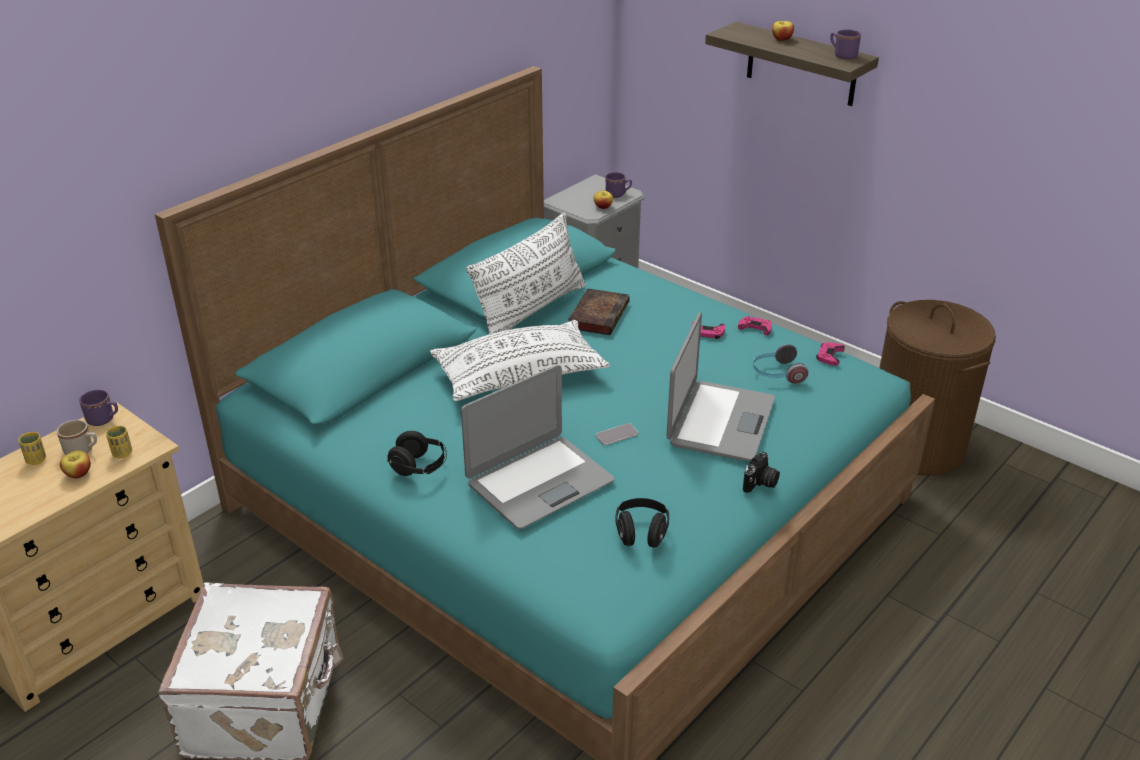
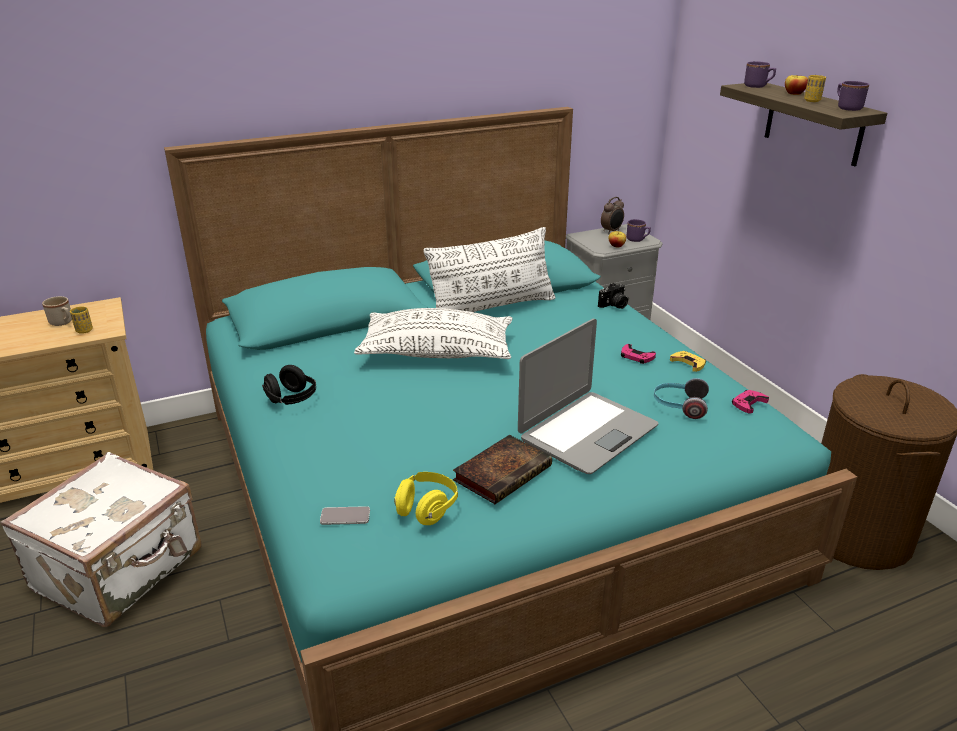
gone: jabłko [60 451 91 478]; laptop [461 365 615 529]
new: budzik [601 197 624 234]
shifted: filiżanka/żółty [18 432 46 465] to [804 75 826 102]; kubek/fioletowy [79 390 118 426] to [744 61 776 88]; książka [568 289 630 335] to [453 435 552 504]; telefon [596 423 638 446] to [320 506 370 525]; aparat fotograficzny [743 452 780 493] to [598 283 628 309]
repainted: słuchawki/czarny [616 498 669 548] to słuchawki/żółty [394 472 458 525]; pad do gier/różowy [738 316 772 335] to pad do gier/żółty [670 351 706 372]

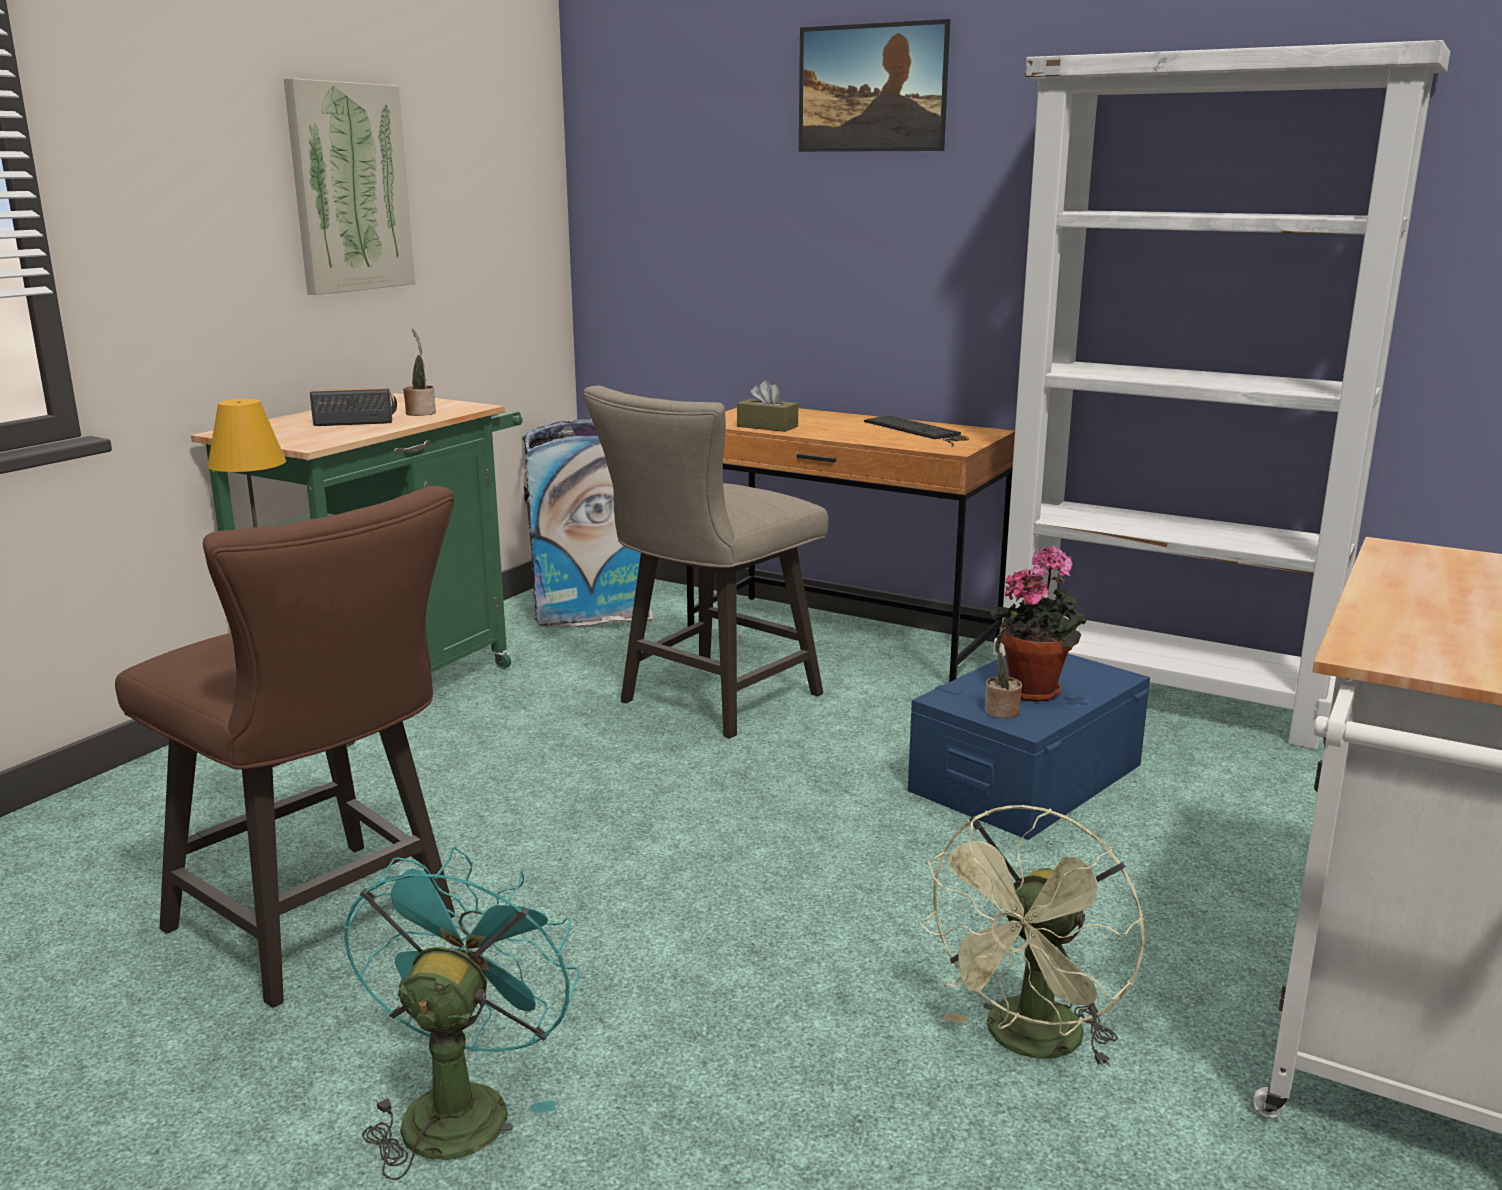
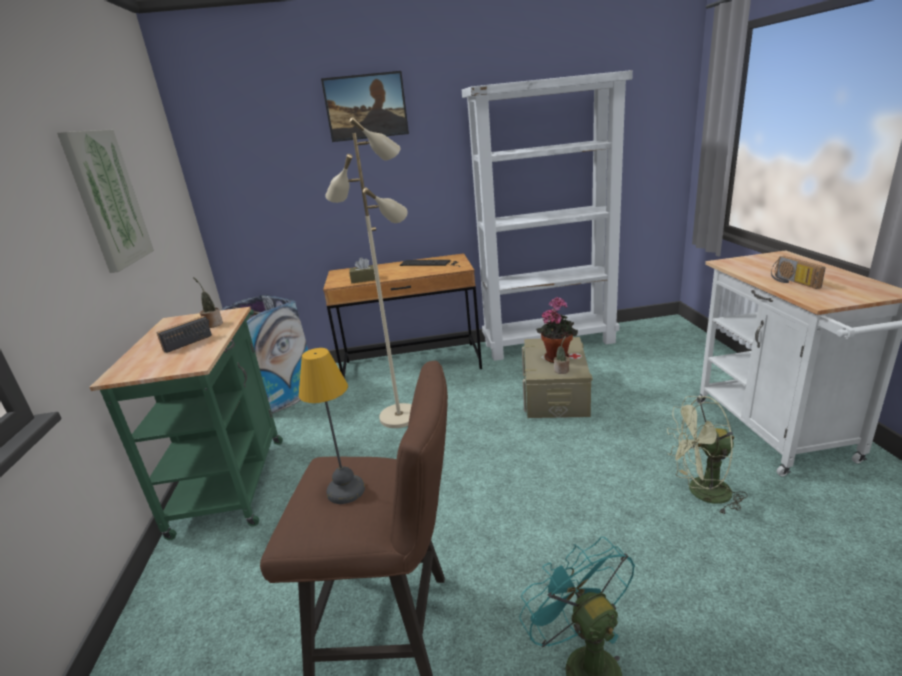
new: radio [771 256 826 289]
swapped: stołek/beżowy [583 385 829 739] to lampa stojąca/beżowy [325 117 412 428]
repainted: pojemnik do przechowywania/niebieski [908 654 1150 840] to pojemnik do przechowywania/beżowy [522 337 593 418]
rotated: wentylator/zielony [918 805 1145 1069] = [667 396 748 515] 90 degrees clockwise

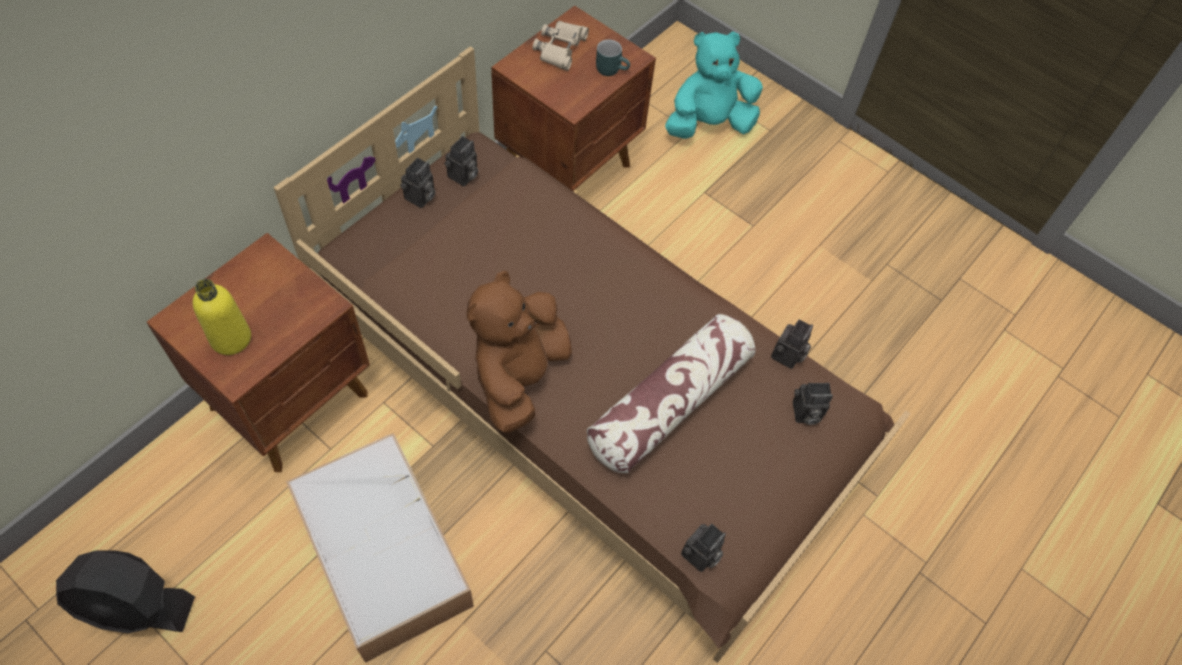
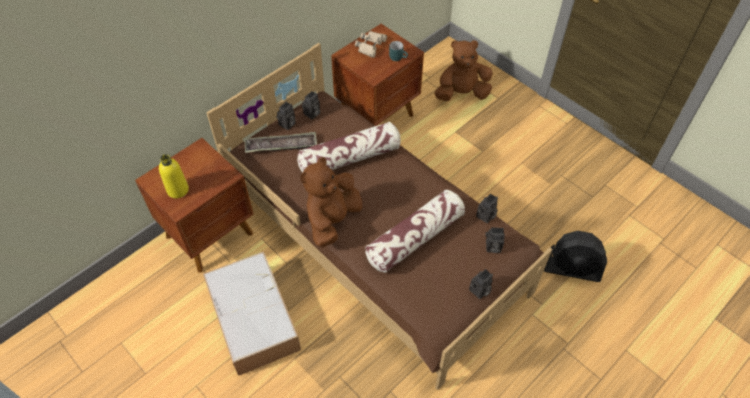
new: taca [244 132 317 153]; poduszka [297 122 401 173]
shifted: wentylator/czarny [56 550 195 633] to [544 231 607 282]; aparat fotograficzny [681 524 726 572] to [469 269 493 299]
repainted: pluszak/turkusowy [665 31 763 139] to pluszak/brązowy [434 40 493 101]

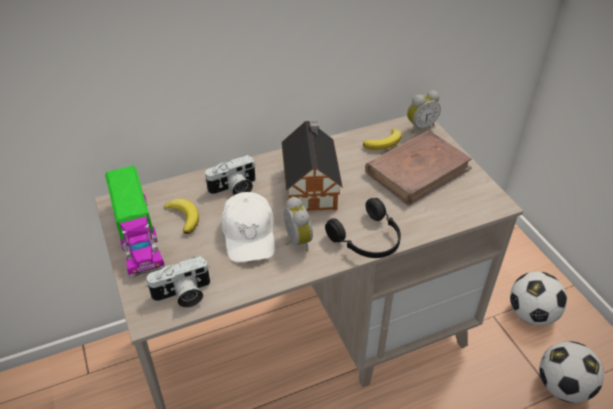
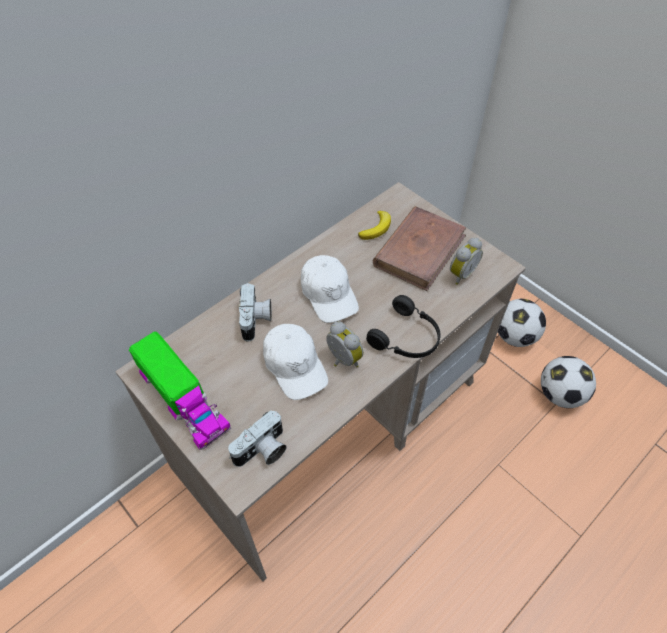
gone: banan [164 198 199 234]
shifted: budzik [407 90 441 133] to [450 238 483 285]
swapped: domek [282 121 343 211] to czapka z daszkiem/biały [301 255 359 323]
rotated: aparat fotograficzny [204 155 256 195] = [239 283 272 342] 45 degrees counterclockwise

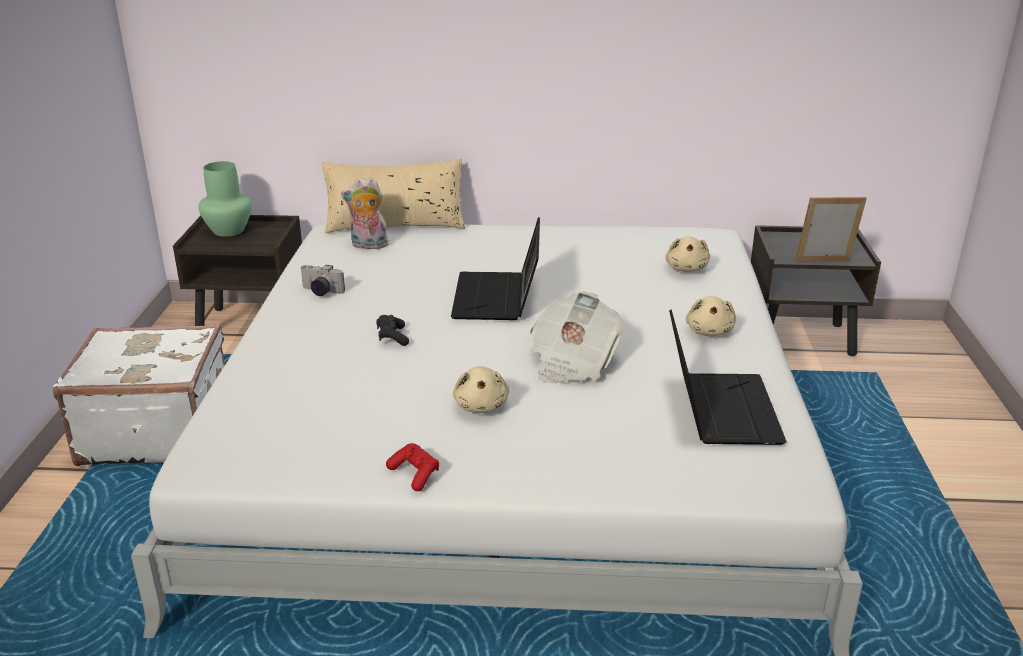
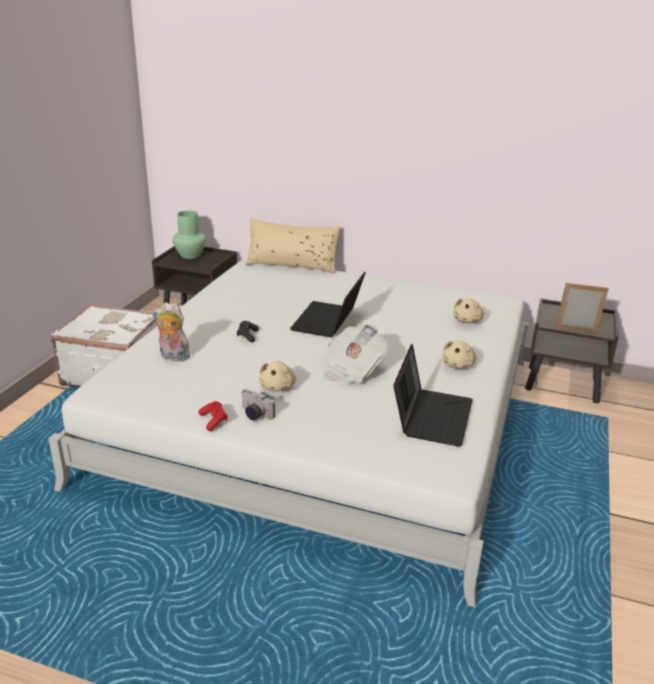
shifted: aparat fotograficzny [301 265 345 296] to [242 389 275 420]; pluszak [341 177 389 249] to [152 302 190 361]

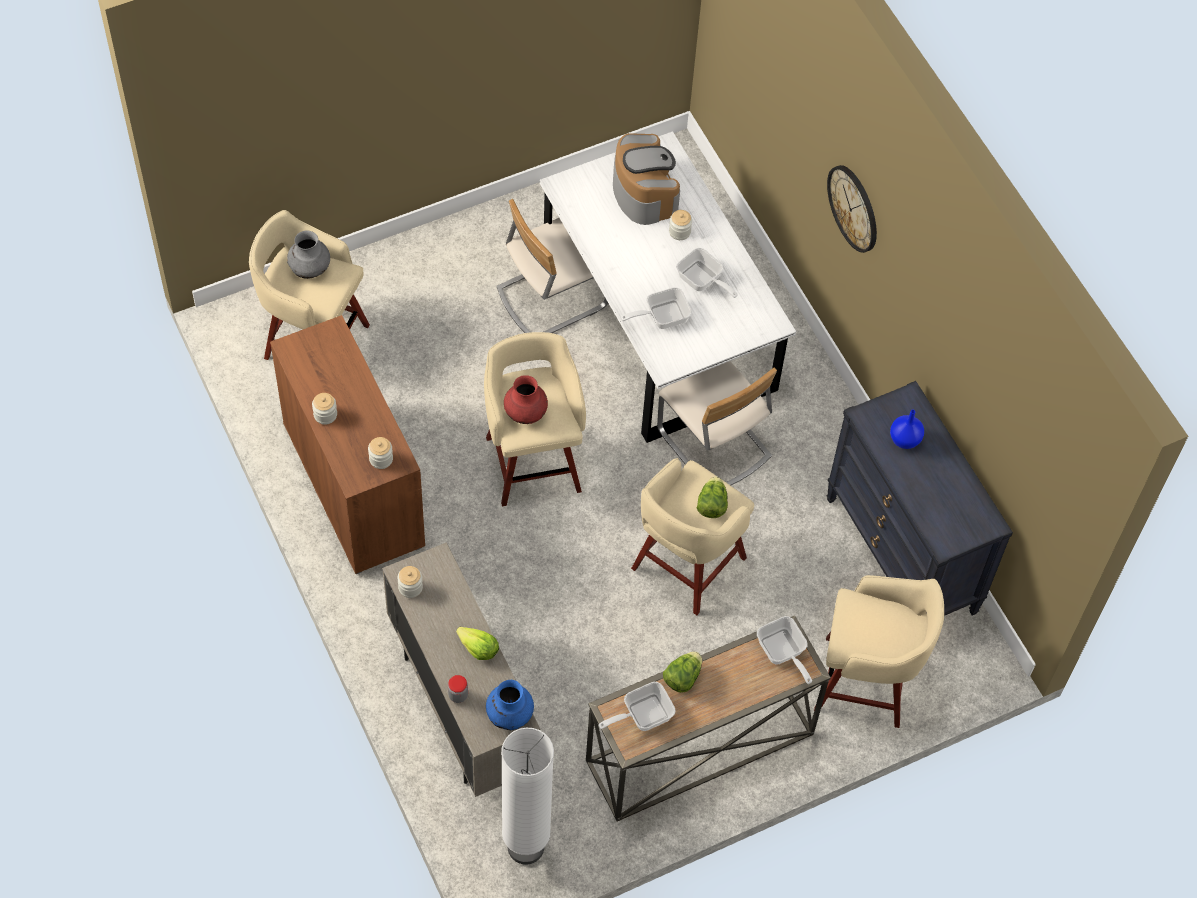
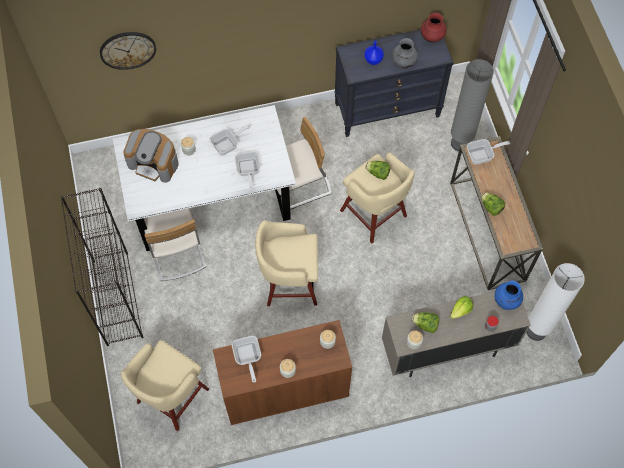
new: regał/czarny [61 188 143 346]; sałata [412 312 439 333]
shifted: wazon/szary [287 230 330 279] to [392 38 418 69]; wazon/czerwony [504 375 548 424] to [421 13 447 42]; patelnia [599 682 676 731] to [232 336 261 383]; zegar ścienny [827 165 877 253] to [100 32 156 70]
swapped: stołek/beżowy [814 575 944 728] to lampa stojąca/szary [451 59 494 151]
rotated: ekspres do kawy [613 133 680 225] = [123 129 179 183] 150 degrees counterclockwise

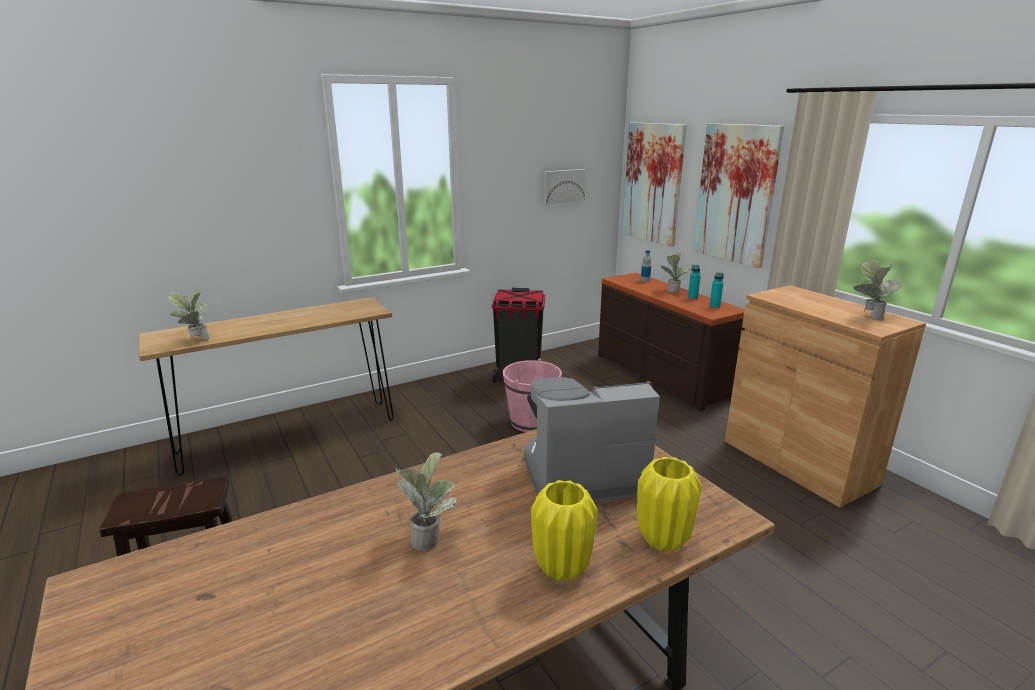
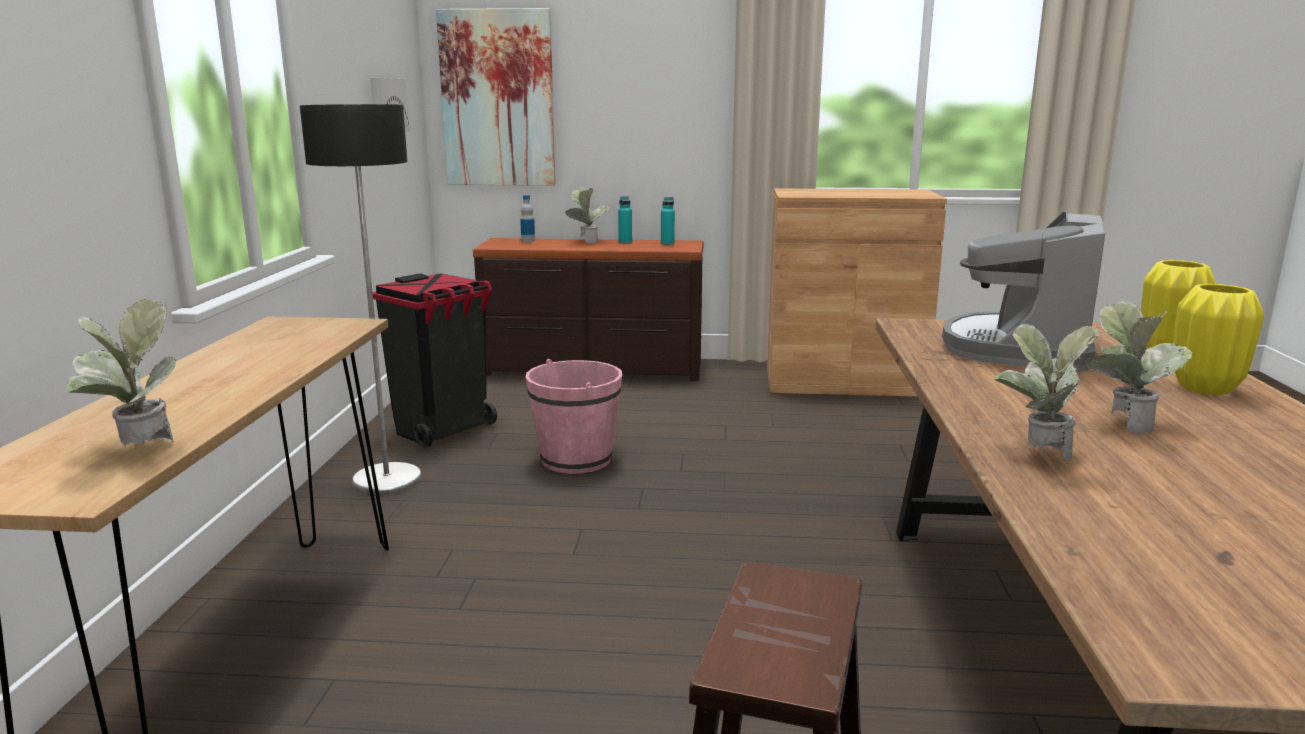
gone: obraz [693 123 784 268]
new: lampa stojąca [300 104 422 495]
shifted: roślina doniczkowa [854 260 903 320] to [994 324 1100 461]

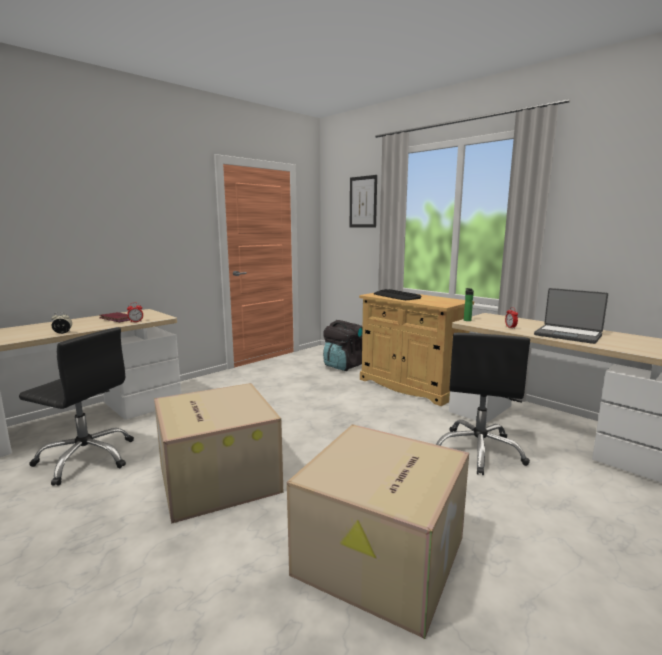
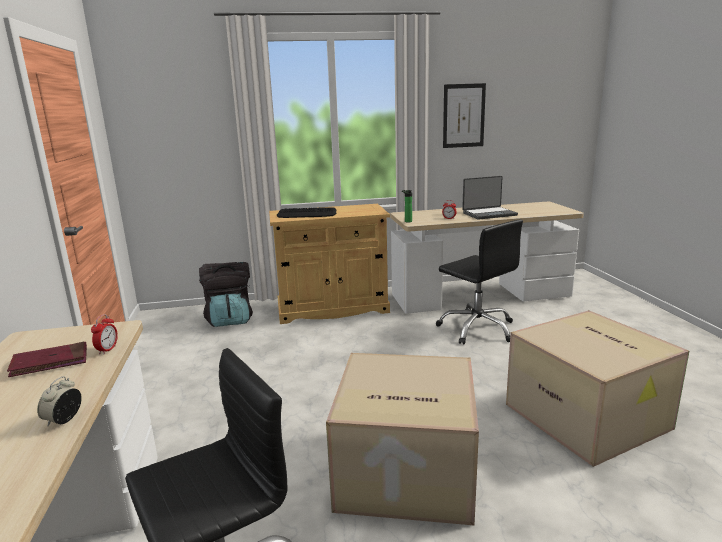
shifted: obraz [350 175 377 228] to [443 83 486 148]

